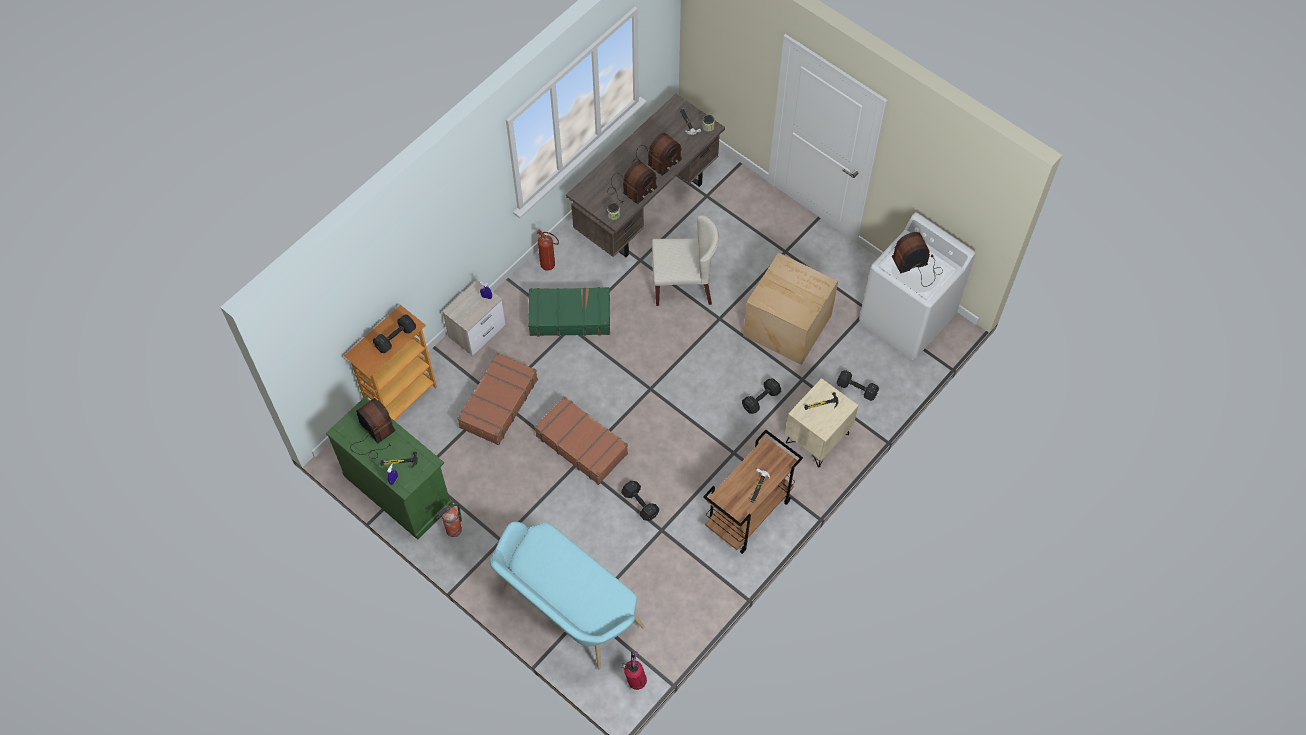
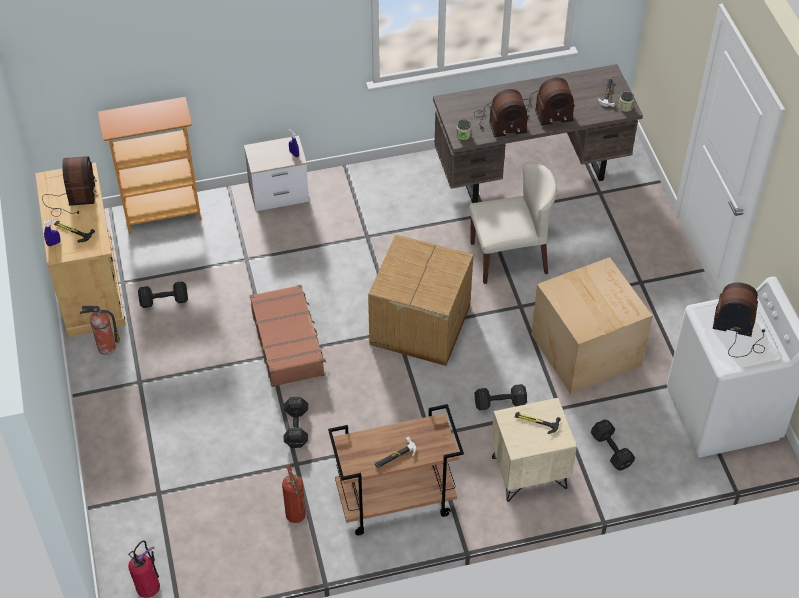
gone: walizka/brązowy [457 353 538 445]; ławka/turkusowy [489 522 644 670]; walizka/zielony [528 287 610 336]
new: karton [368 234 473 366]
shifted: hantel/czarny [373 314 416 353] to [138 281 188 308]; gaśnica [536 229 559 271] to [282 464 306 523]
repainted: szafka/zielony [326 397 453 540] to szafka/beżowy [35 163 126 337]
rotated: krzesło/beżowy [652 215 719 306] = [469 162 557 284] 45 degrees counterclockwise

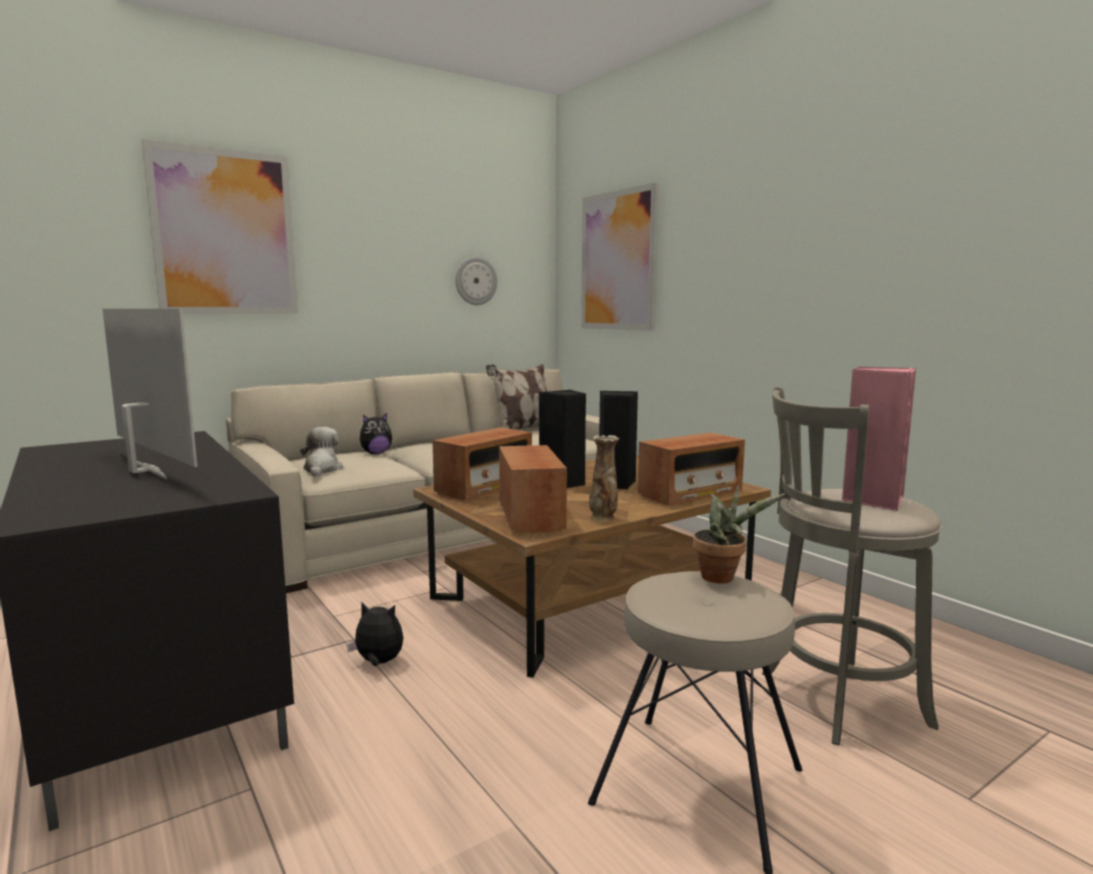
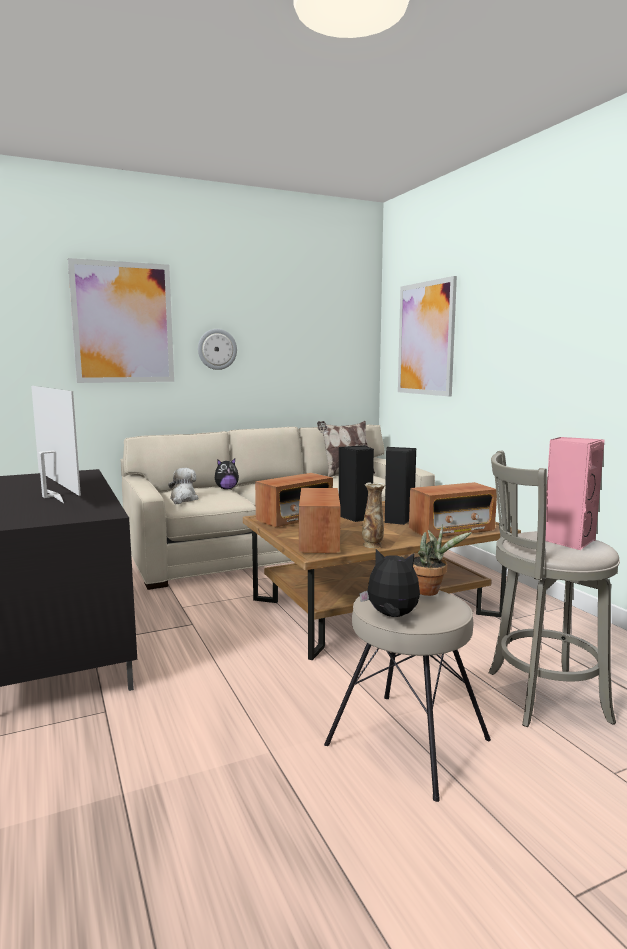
shifted: pluszak [347 603 403 666] to [359 549 420 617]; zegar ścienny [456 257 497 305] to [198 329 237 370]

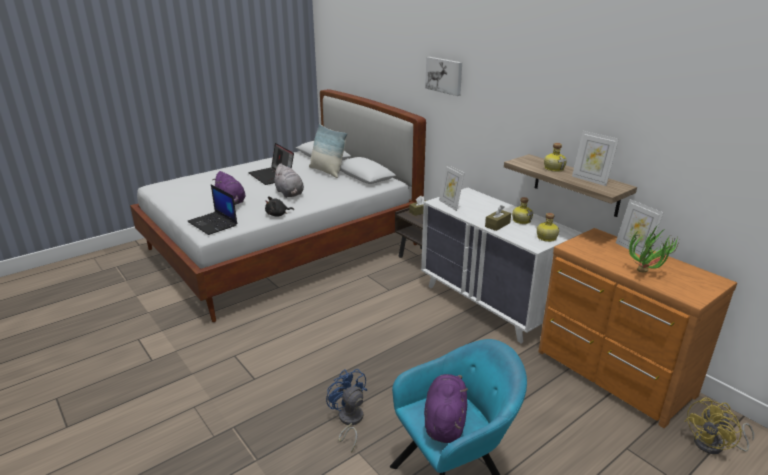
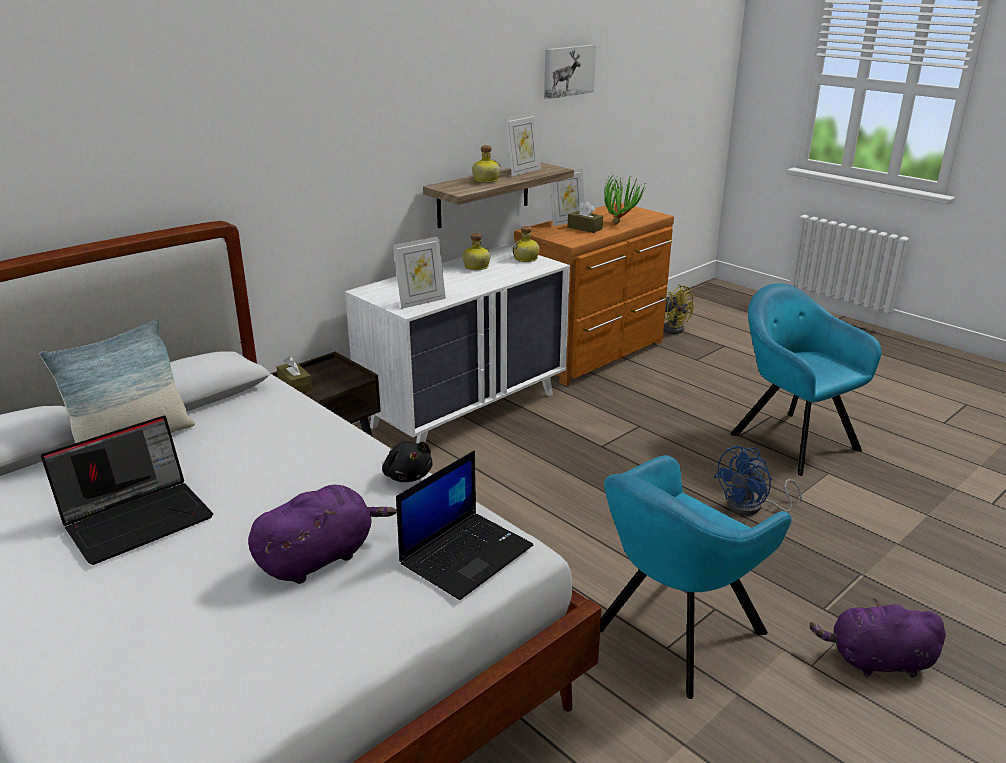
gone: pluszak/szary [273 164 304 198]
new: fotel/turkusowy [600 455 792 699]
shifted: pluszak/fioletowy [424 374 468 443] to [810 598 946 678]; obraz [425 57 462 96] to [544 45 596 99]; pudełko chusteczek/brązowy [485 205 511 231] to [568 201 603 233]

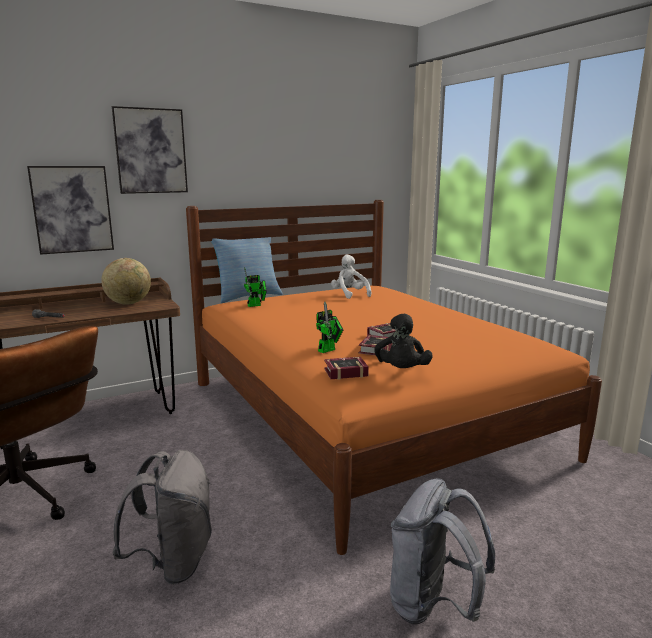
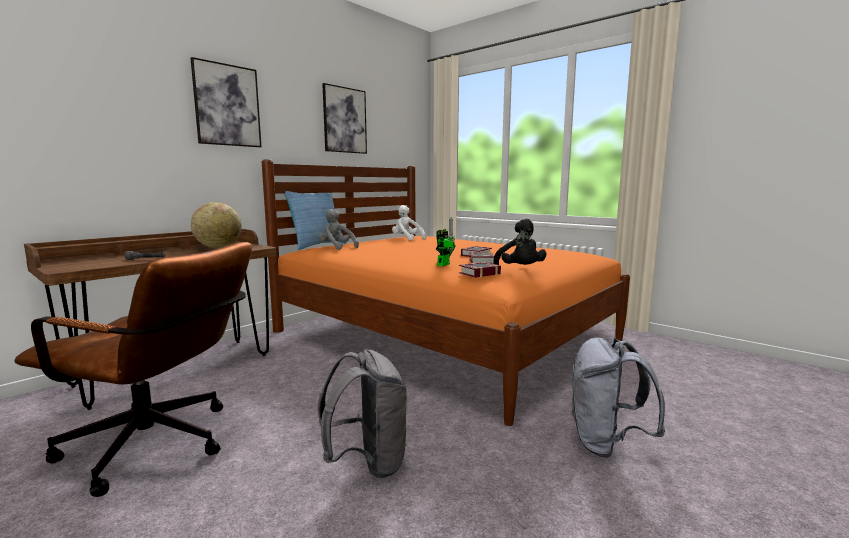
shifted: obraz [27 166 114 255] to [322 83 367 154]
swapped: robot zabawkowy [244 267 267 307] to pluszak/szary [318 209 359 250]

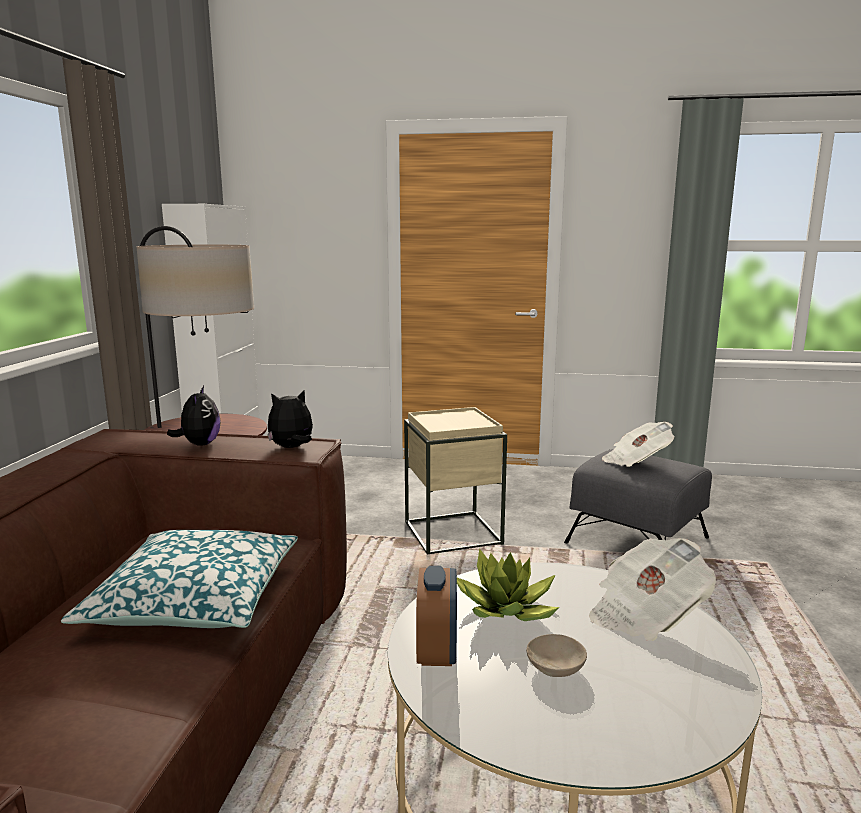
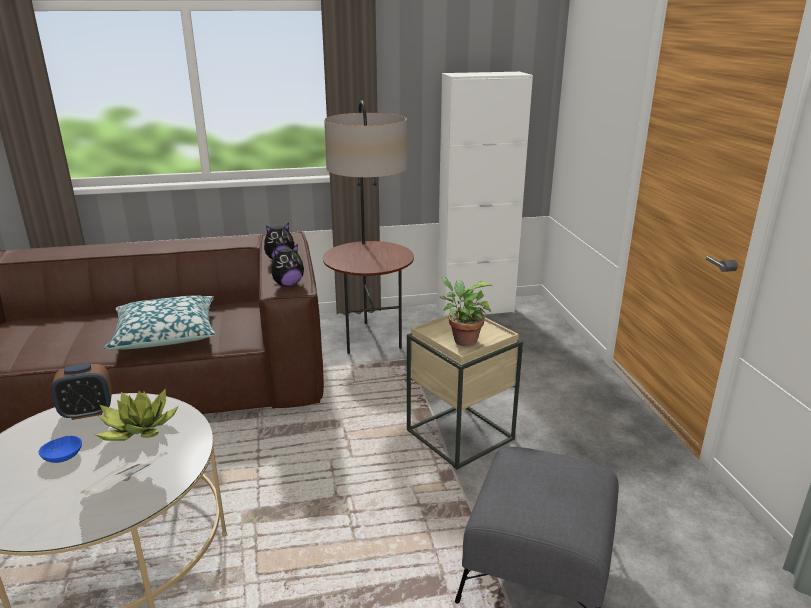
gone: gazeta [602 422 674 467]
new: roślina doniczkowa [440 277 492 346]
repainted: miska/beżowy [526 634 587 677] to miska/niebieski [39 436 82 463]
rotated: pluszak [268 390 313 448] = [271 244 304 287] 105 degrees clockwise

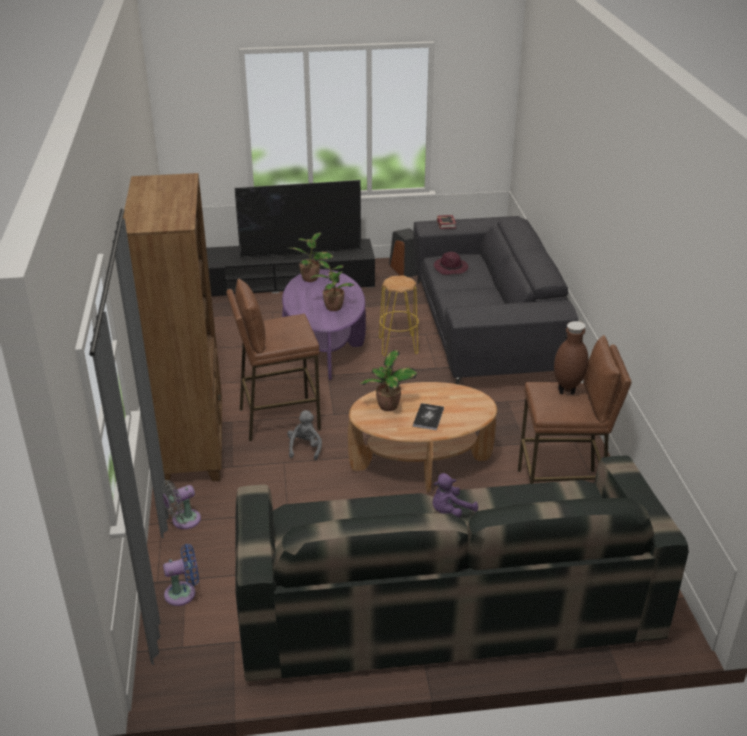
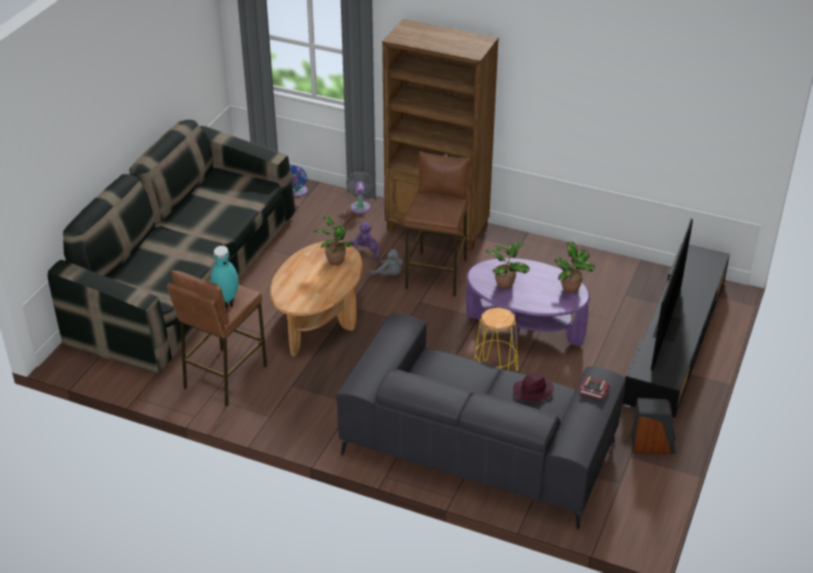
gone: książka [413 403 444 430]
shifted: pluszak/fioletowy [433 473 478 518] to [350 222 380 261]
repainted: wazon/brązowy [554 321 588 395] to wazon/turkusowy [210 246 239 308]

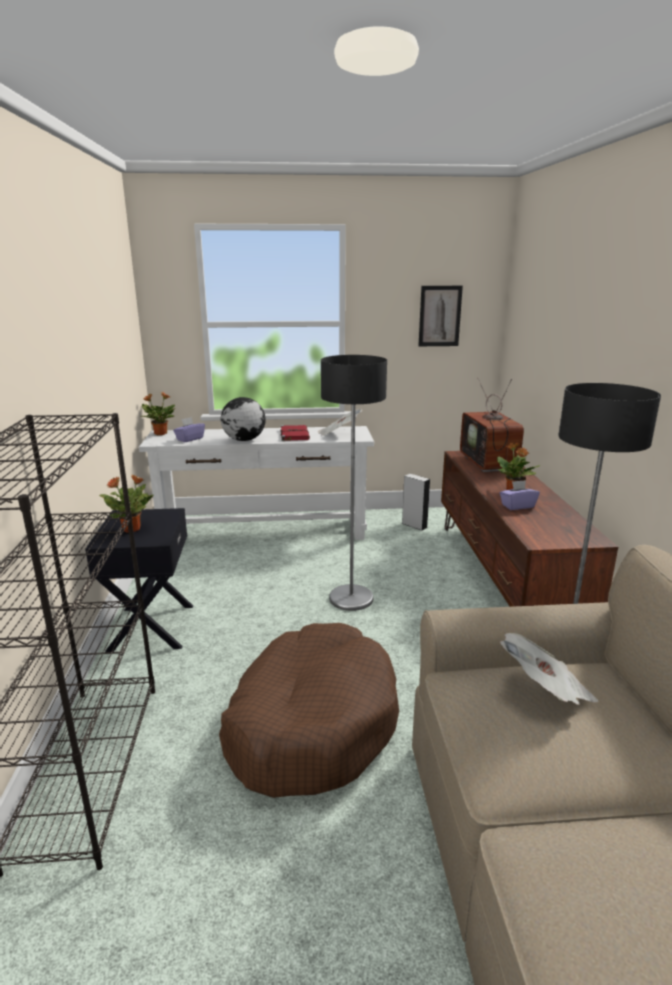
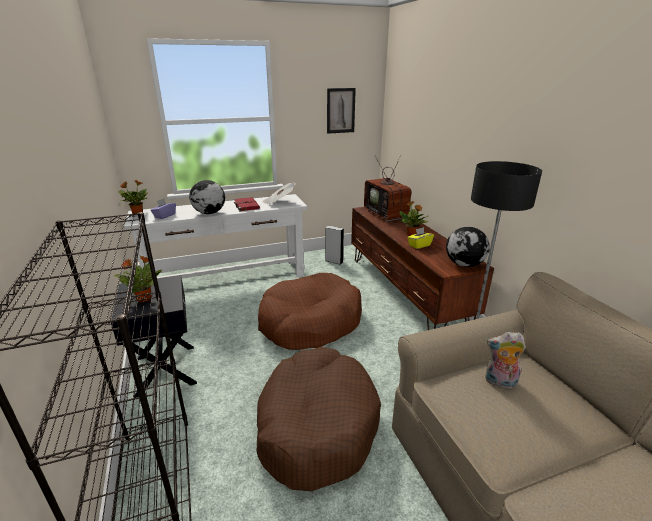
new: globus [446 227 490 267]
swapped: lampa stojąca [321 355 387 611] to legowisko/brązowy [258 273 362 350]; gazeta [500 633 598 705] to pluszak [485 332 526 391]
repainted: pudełko chusteczek/fioletowy [500 480 540 510] to pudełko chusteczek/żółty [408 227 434 249]

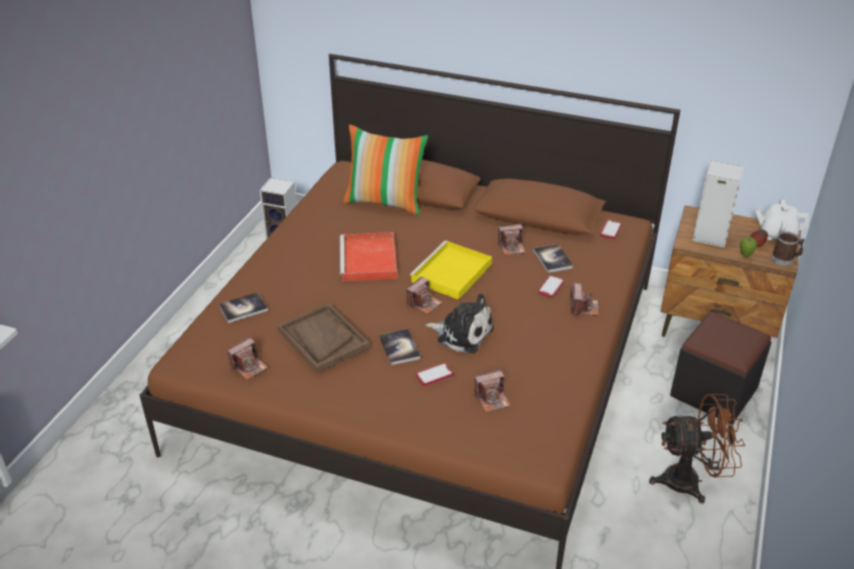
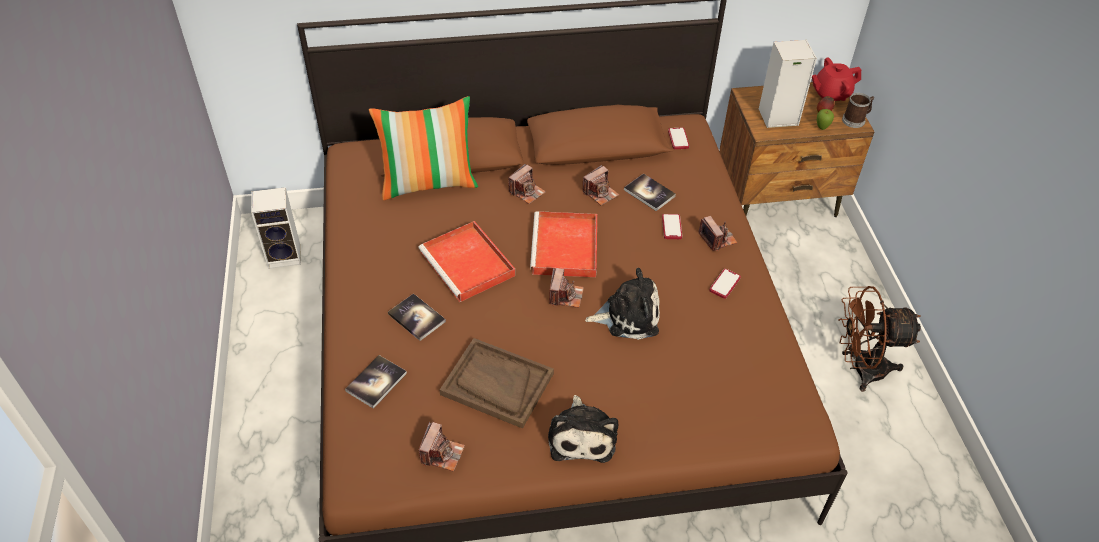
gone: pufa/czarny [670 312 772 424]
new: pluszak [548 395 618 463]
shifted: książka [379 329 421 365] to [388 293 446 341]; telefon [416 363 453 386] to [709 269 741 299]; aparat fotograficzny [474 369 511 412] to [508 164 546 204]
repainted: taca/żółty [409 241 492 300] to taca/czerwony [530 211 597 277]; imbryk/biały [755 199 809 240] to imbryk/czerwony [812 57 861 101]
rotated: wentylator/brązowy [649 394 745 504] = [838 286 921 392] 150 degrees counterclockwise

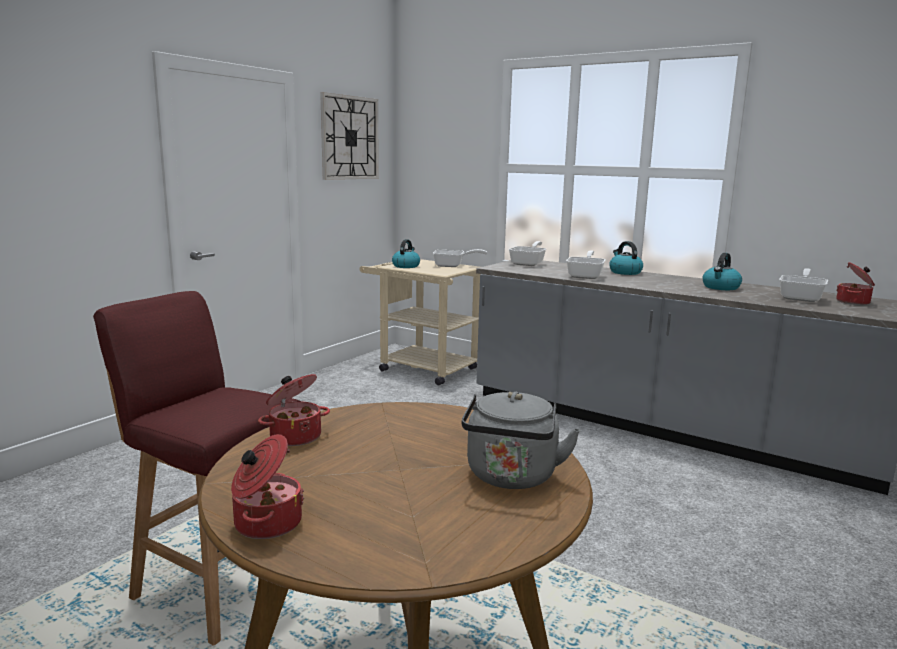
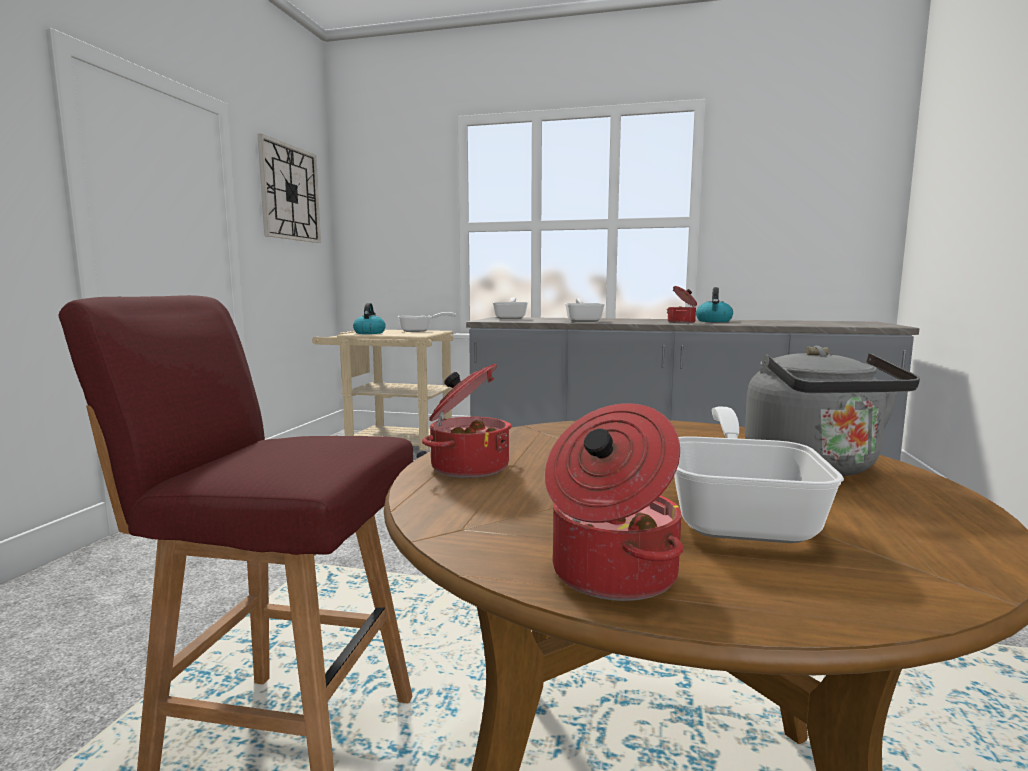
gone: czajnik [609 241 643 275]
shifted: patelnia [779 268 828 302] to [674 407 844 543]; garnek [836 262 875 305] to [667 286 697 323]

